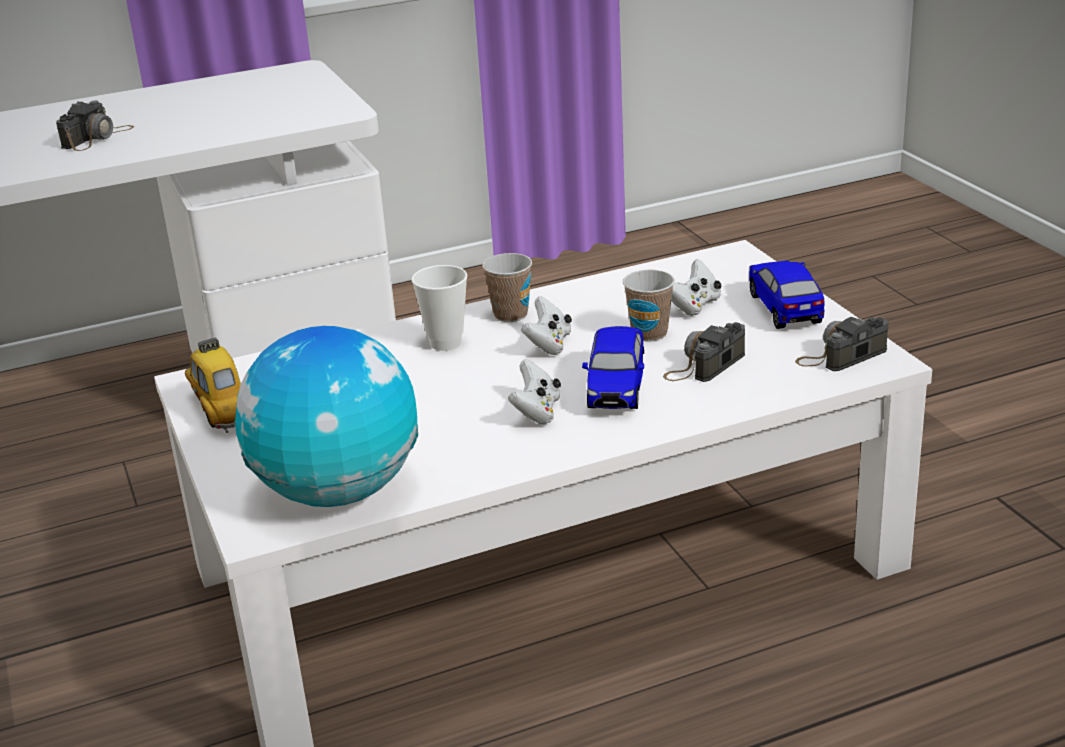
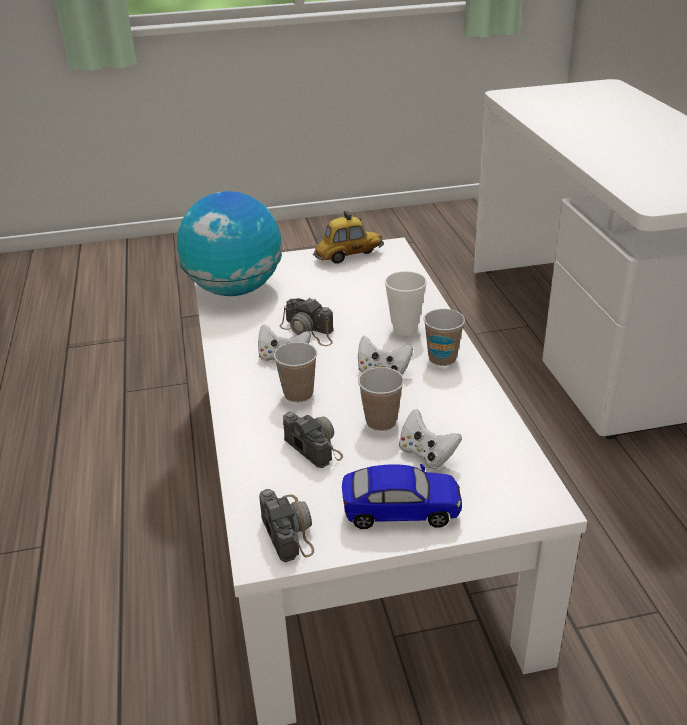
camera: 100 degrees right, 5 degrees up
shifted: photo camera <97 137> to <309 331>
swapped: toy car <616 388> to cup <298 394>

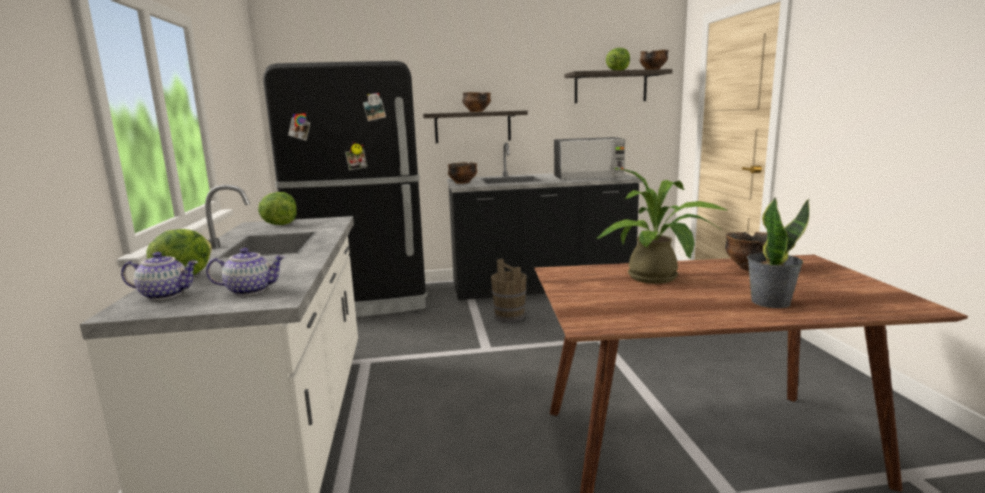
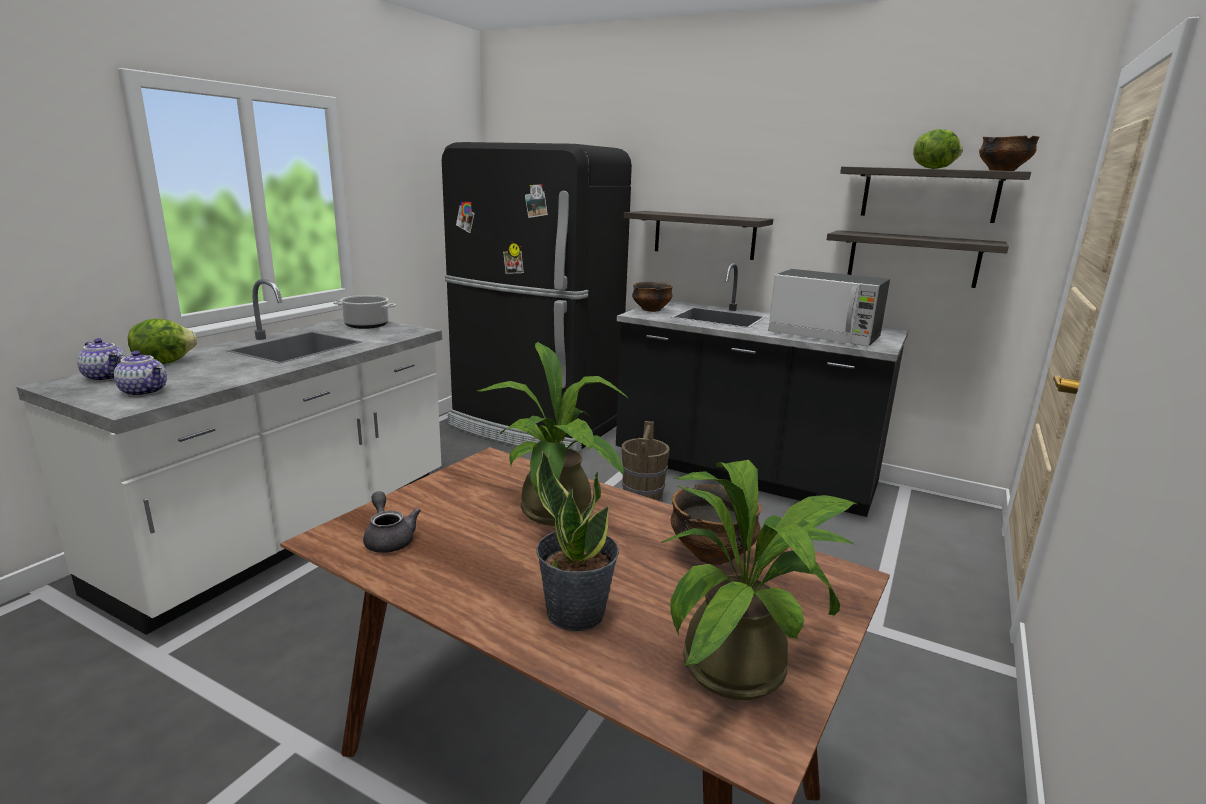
camera: 35 degrees right, 5 degrees up
gone: bowl <476 111>
new: grey teapot <389 539>; potted plant <746 666>; shelf <913 258>
swapped: lettuce <279 224> to cooking pot <366 325>

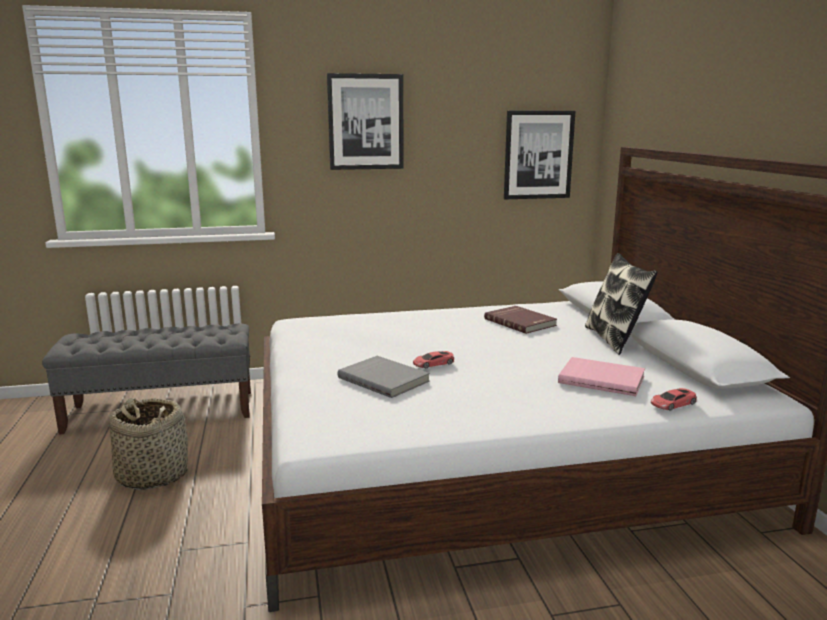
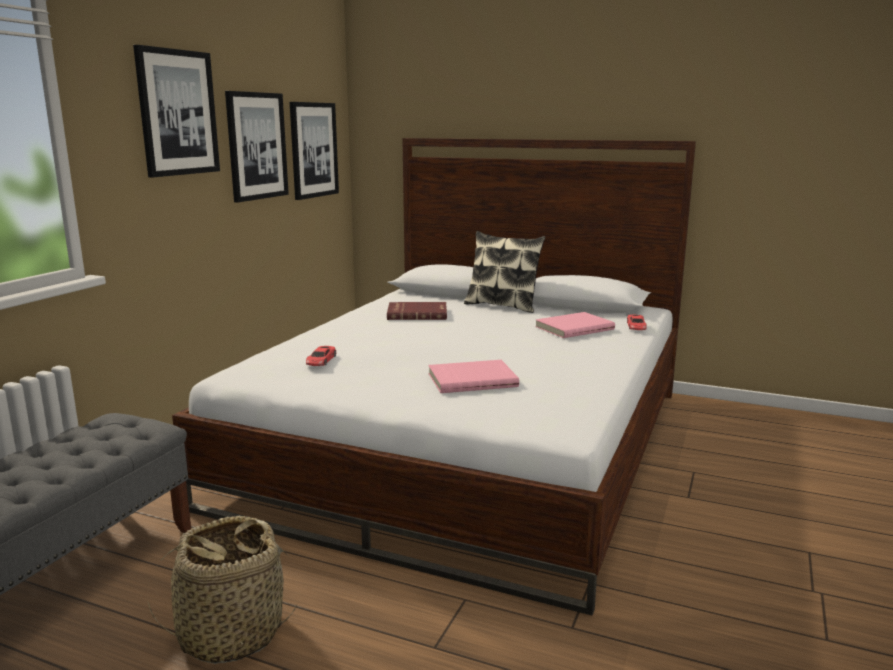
camera: 55 degrees left, 0 degrees up
new: picture <256 146>
shifted: red toy car <433 363> to <321 360>
repainted: grey book <384 379> to pink book <472 379>

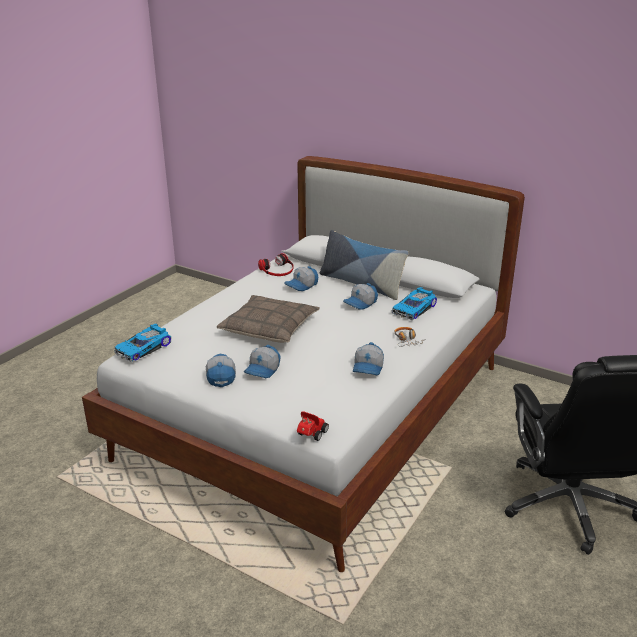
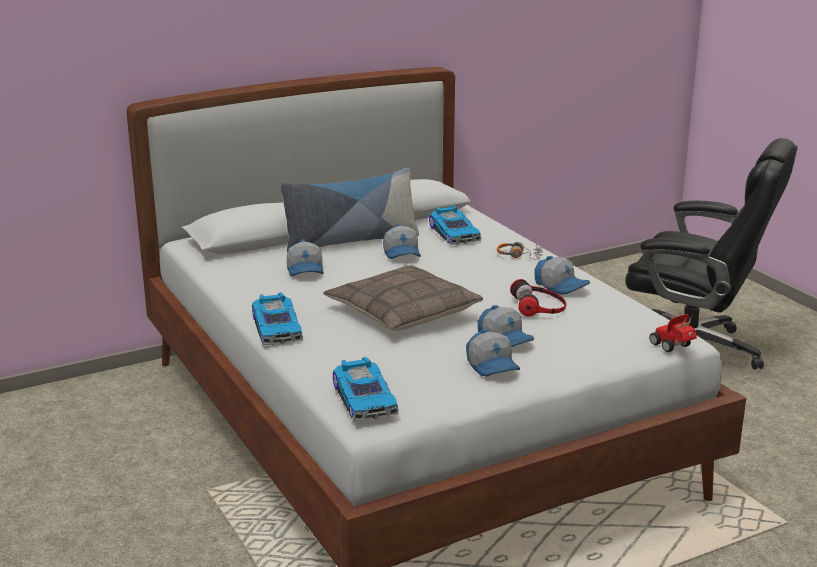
camera: 60 degrees left, 5 degrees down
new: toy car <278 328>
shifted: headphones <277 270> to <539 305>
rotated: cap <220 375> = <493 366> 135 degrees counterclockwise

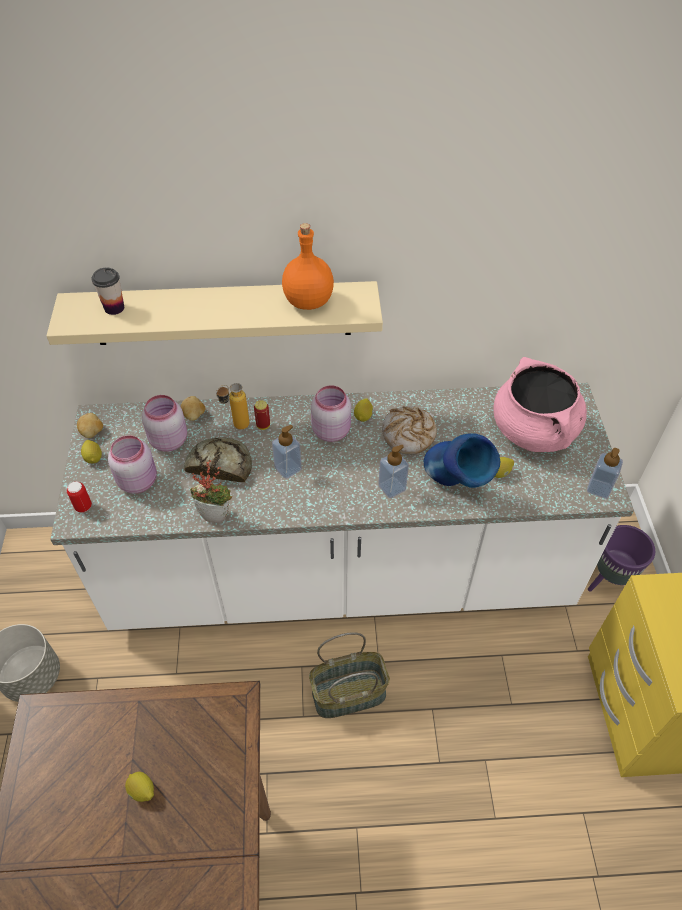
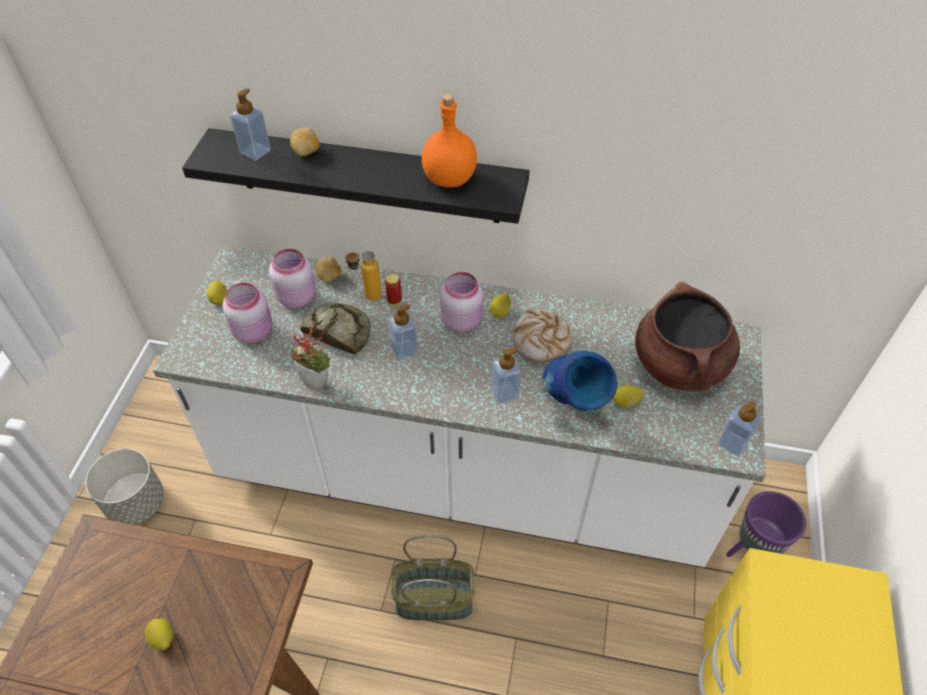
camera: 15 degrees right, 0 degrees up
gone: can <83 506>
shifted: potato <92 432> to <306 152>
swapped: cup <114 308> to soap dispenser <255 151>
repainted: beige shelf <222 313> to black shelf <368 176>; pink cooking pot <533 431> to brown cooking pot <679 365>

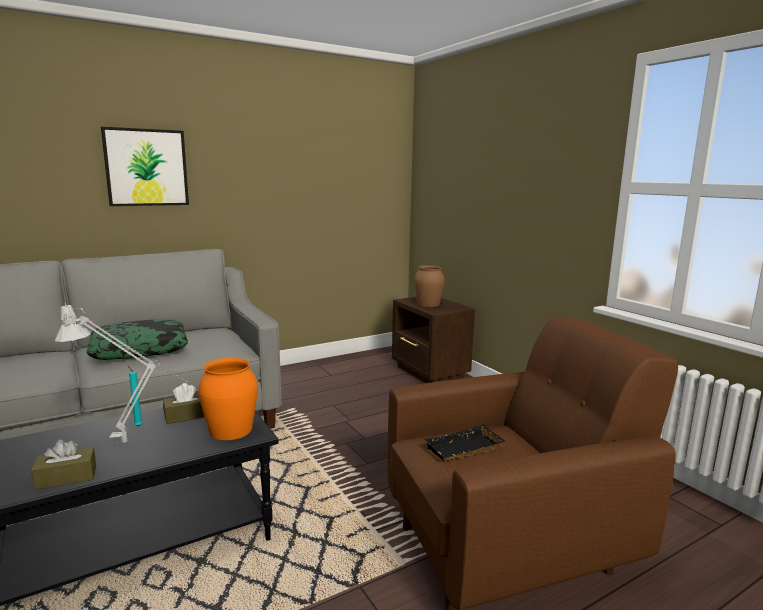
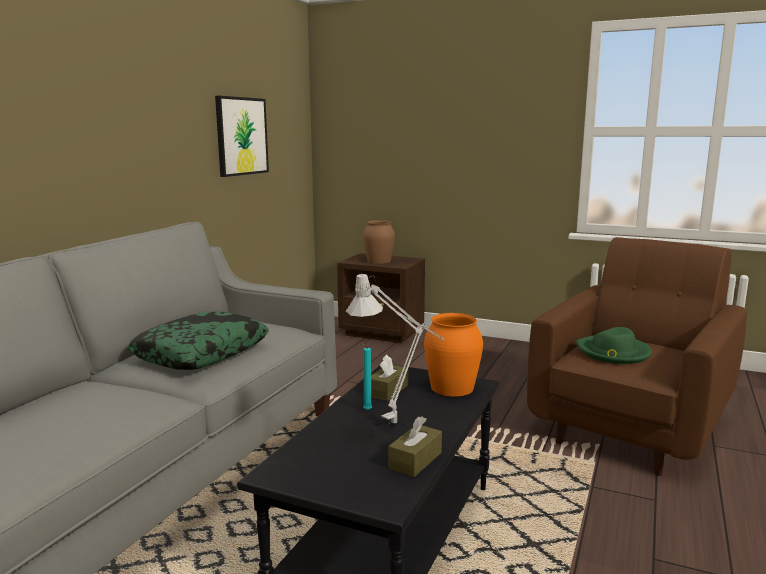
camera: 35 degrees left, 0 degrees up
shifted: picture <146 167> to <241 136>
swapped: black tray <464 450> to green hat <613 353>

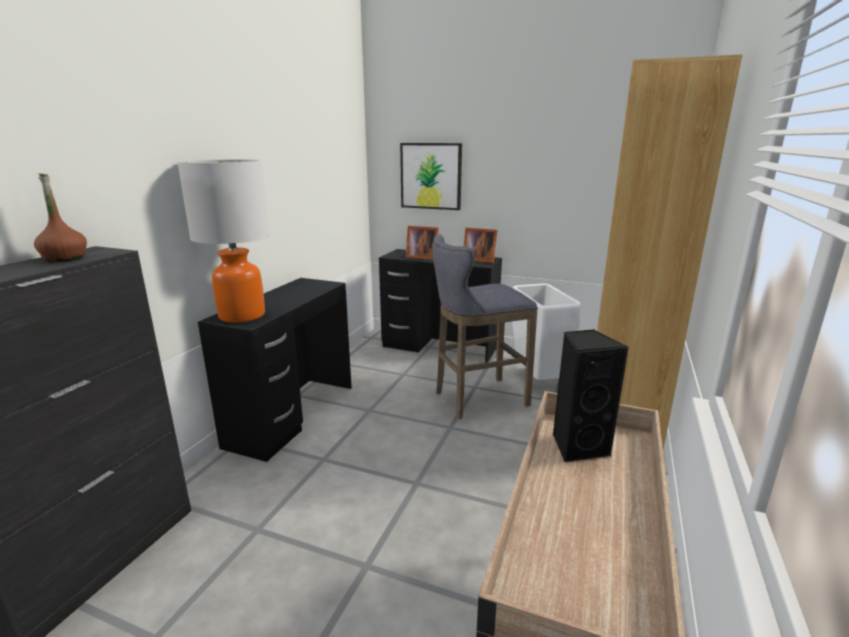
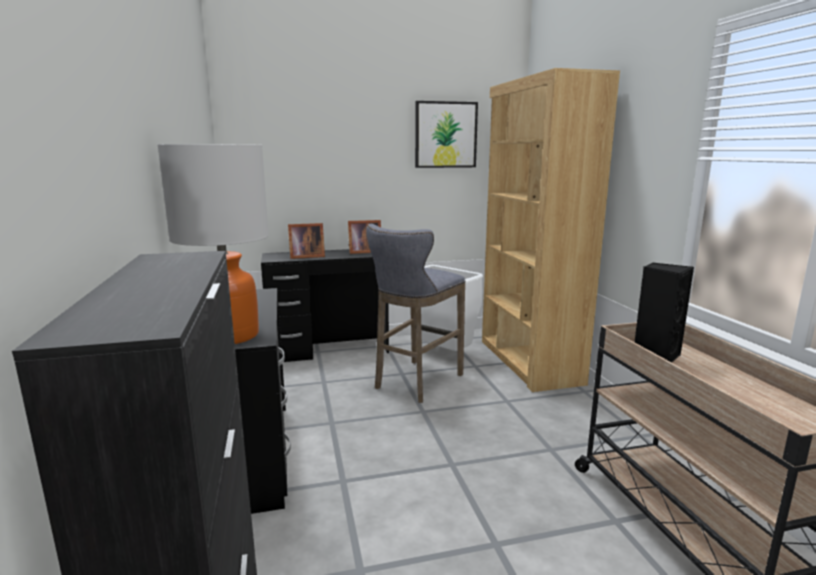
camera: 35 degrees left, 5 degrees down
gone: brown bottle <65 258>
shifted: picture <431 176> to <445 135>

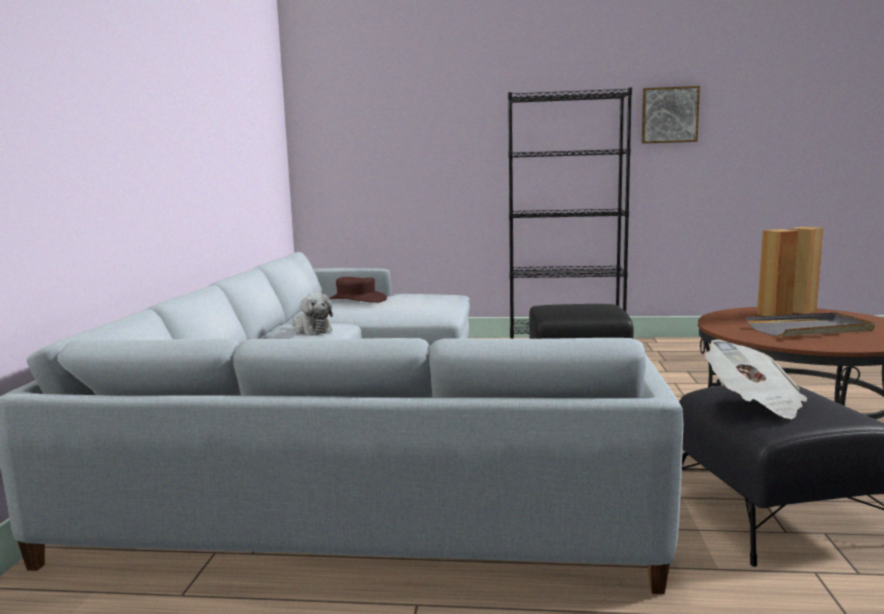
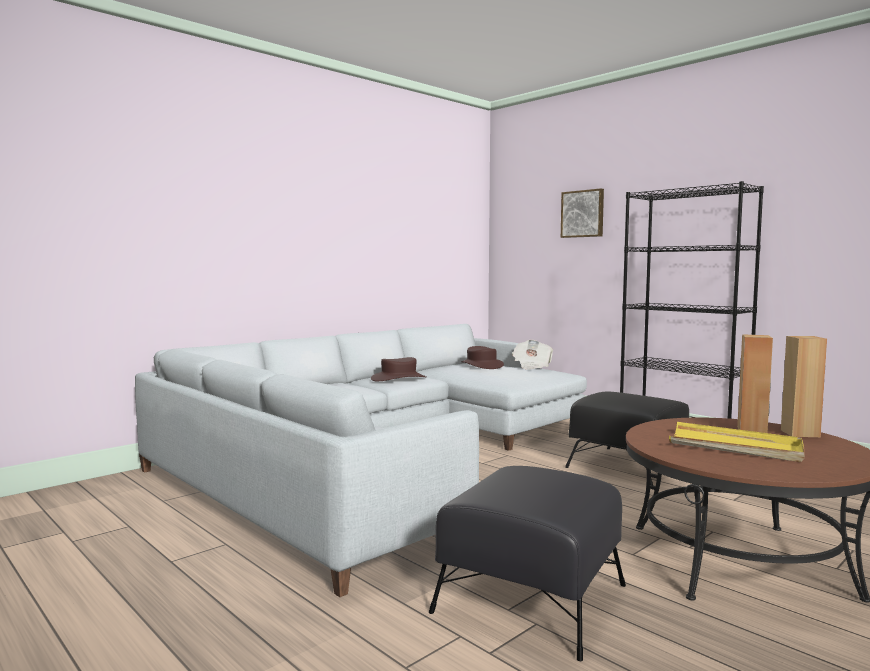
camera: 40 degrees right, 5 degrees down
shifted: newspaper <754 403> to <532 366>; picture <669 115> to <583 214>
swapped: plush toy <311 330> to brown hat <398 378>
repainted: grey tray <810 329> to yellow tray <735 446>

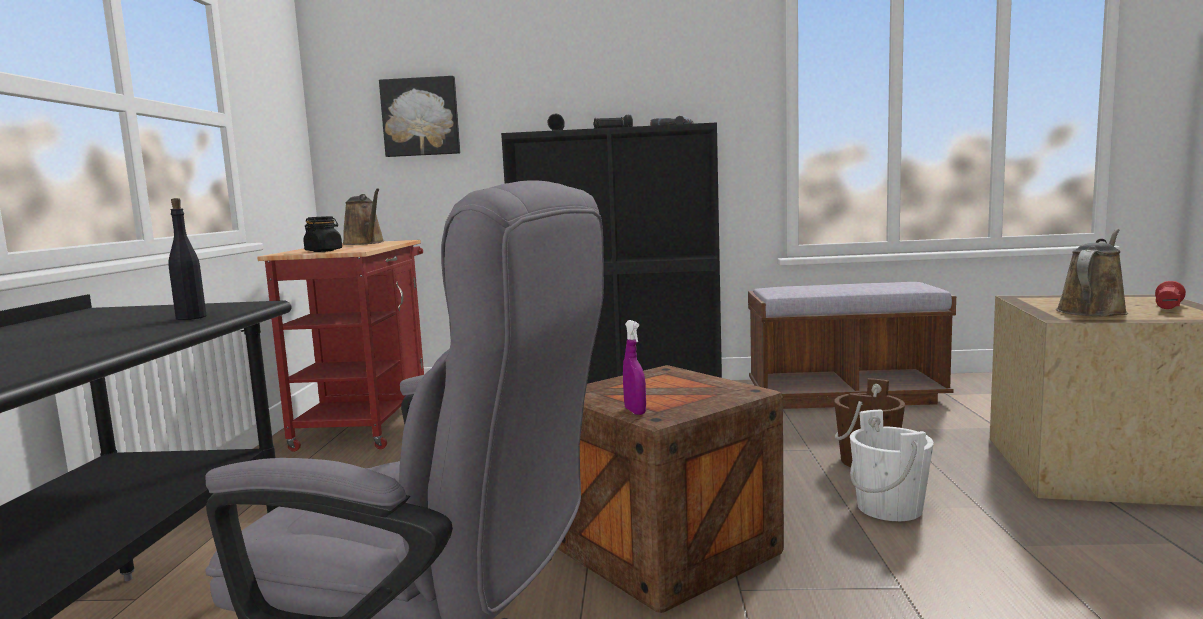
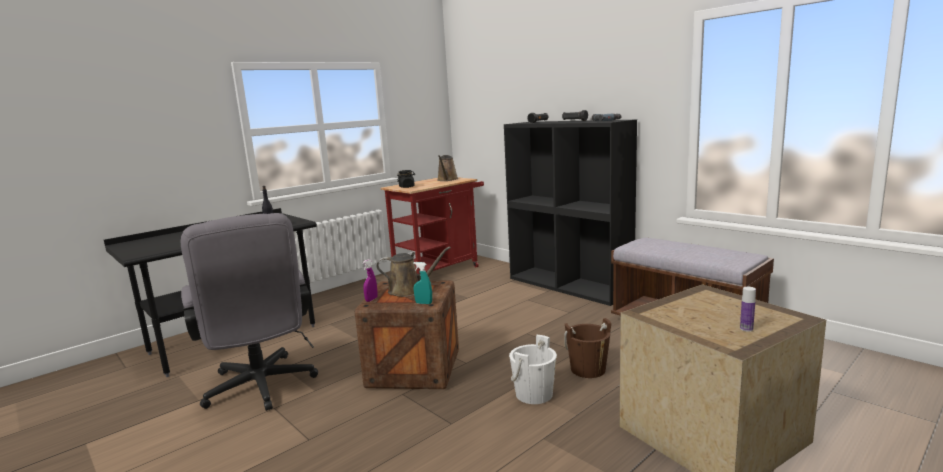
camera: 45 degrees right, 5 degrees up
gone: picture <421 117>
new: turquoise spray bottle <423 303>
shifted: brown watering can <1092 311> to <409 290>
swapped: red flashlight <1167 308> to bottle <746 329>

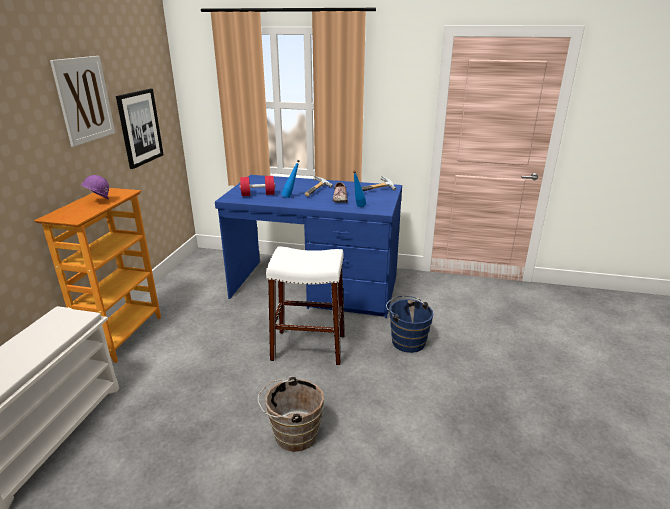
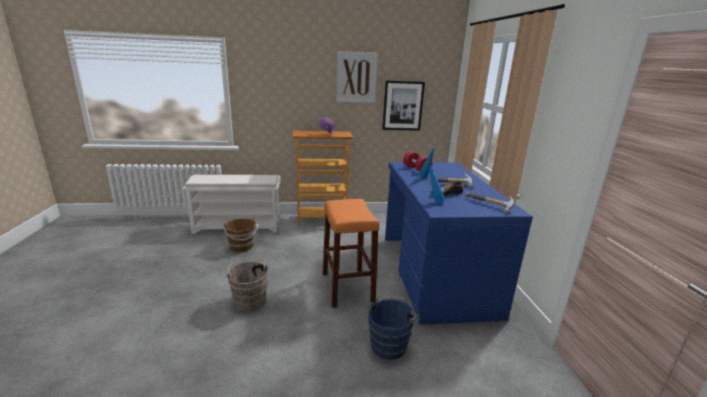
camera: 70 degrees right, 5 degrees down
new: brown bucket <242 247>
repainted: white stool <308 347> to orange stool <347 287>

